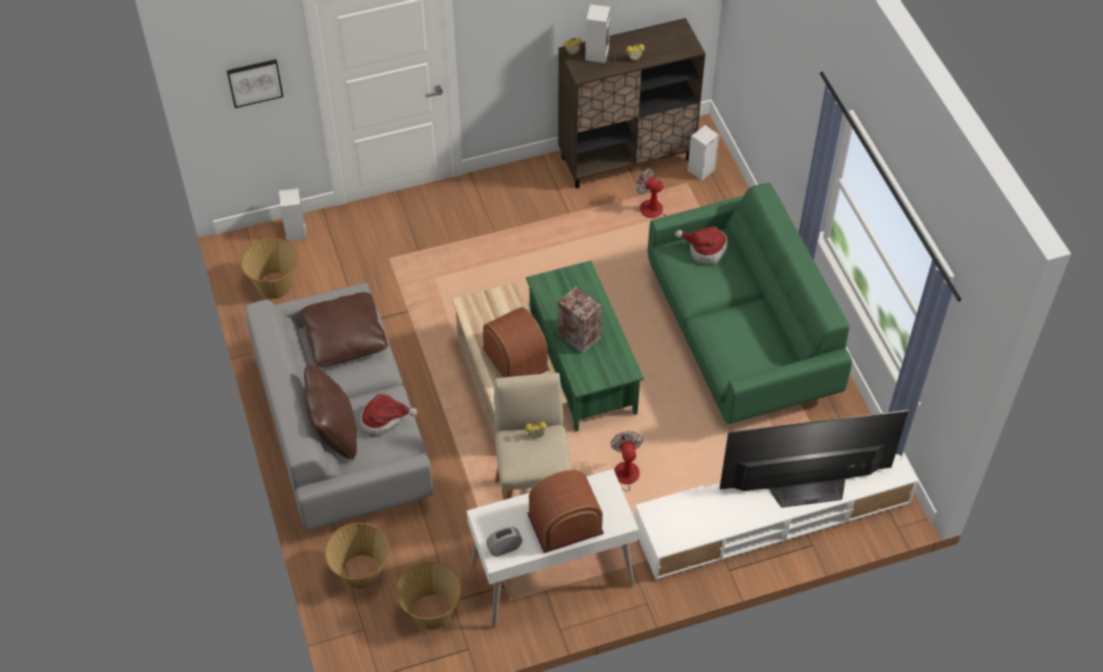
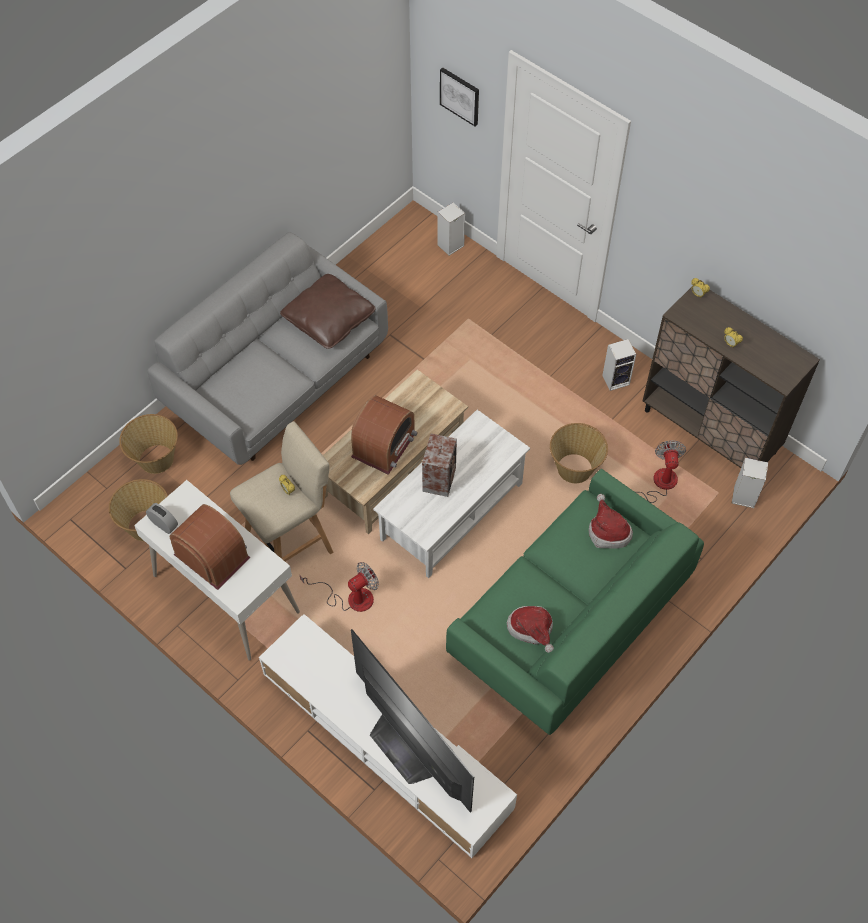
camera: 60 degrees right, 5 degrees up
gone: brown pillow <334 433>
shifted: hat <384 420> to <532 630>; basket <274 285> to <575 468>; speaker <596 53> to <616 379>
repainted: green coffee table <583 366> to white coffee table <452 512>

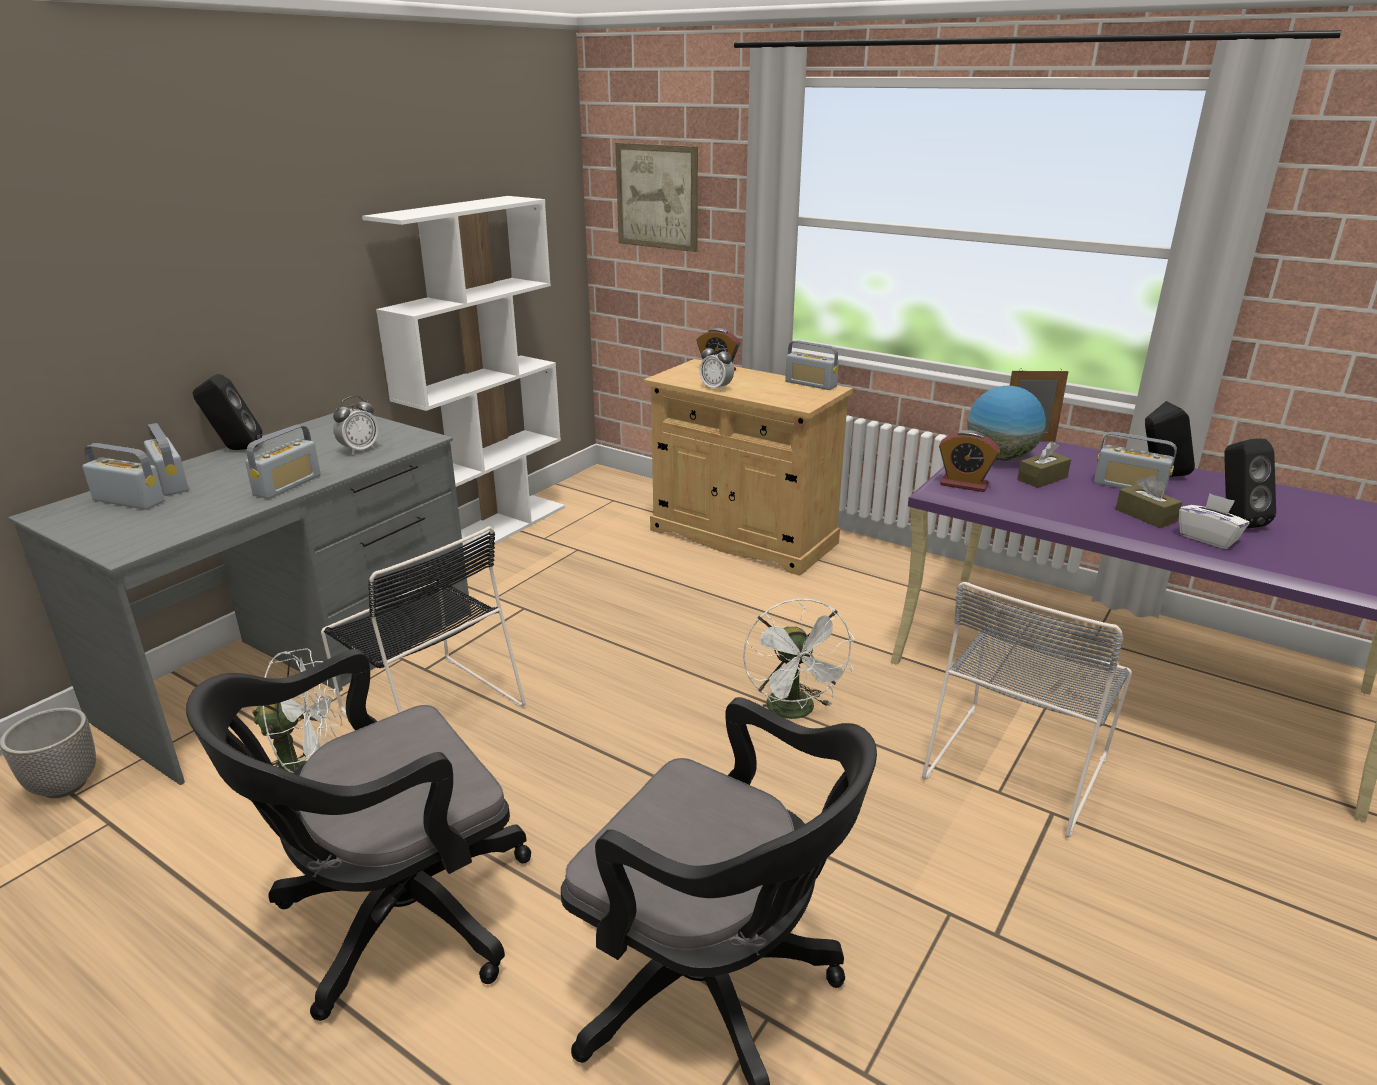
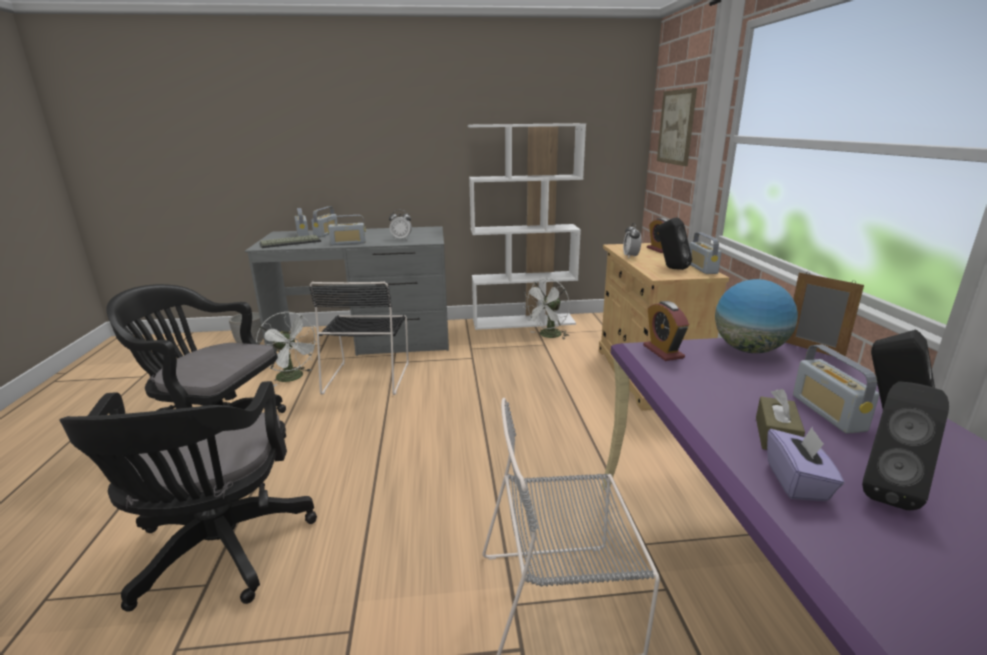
camera: 50 degrees right, 5 degrees down
gone: brown tissue box <1042 478>
new: keyboard <291 242>
shifted: white fan <795 712> to <548 336>; black speaker <235 449> to <671 268>
repainted: white tissue box <1208 538> to purple tissue box <797 482>

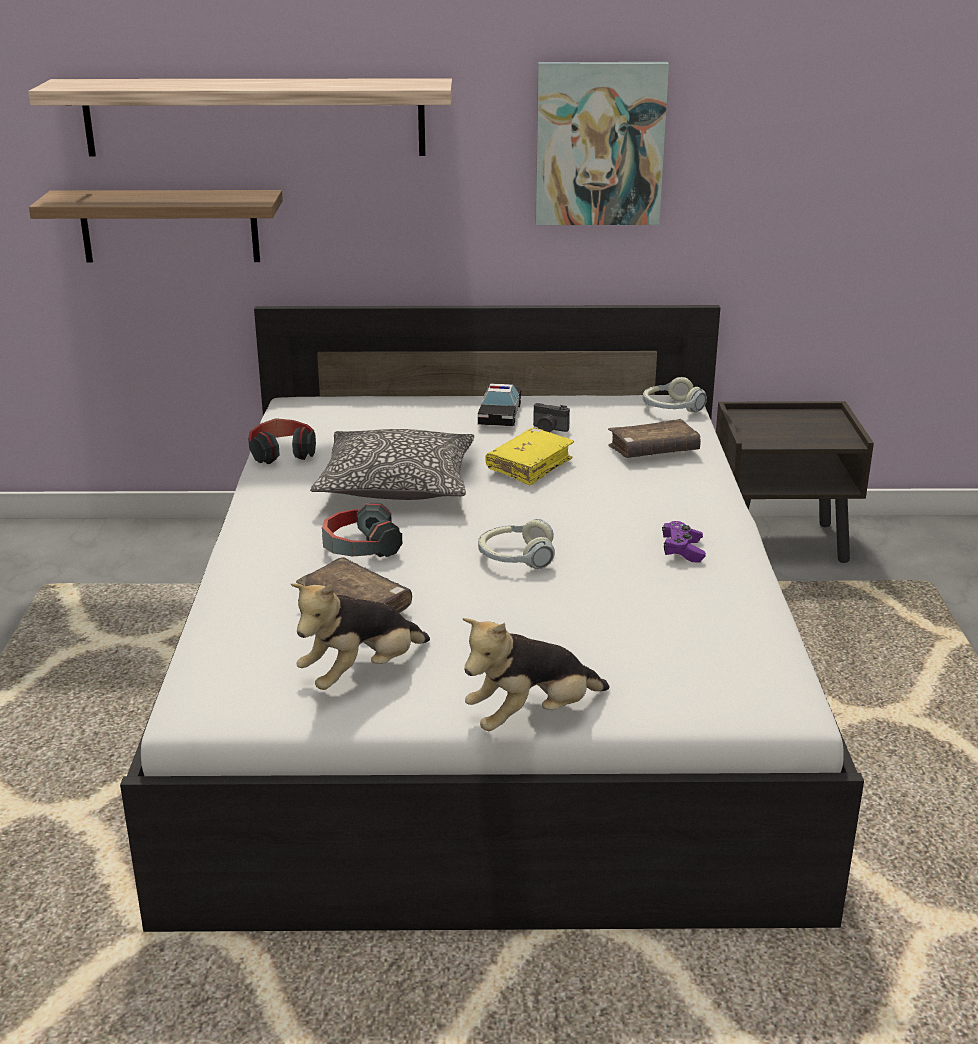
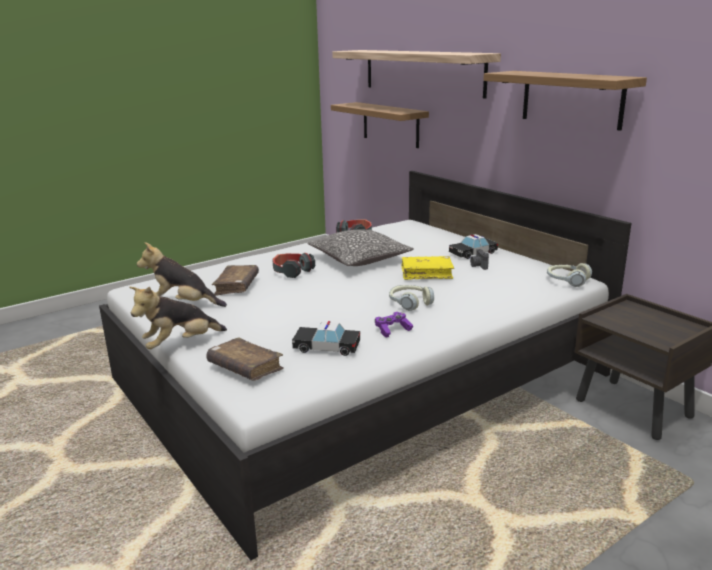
camera: 55 degrees right, 5 degrees down
new: toy car <326 347>
shifted: brown book <653 451> to <245 368>; headphones <516 558> to <410 303>
swapped: picture <599 144> to shelf <571 99>
rotated: plush toy <531 717> = <180 344> 60 degrees counterclockwise

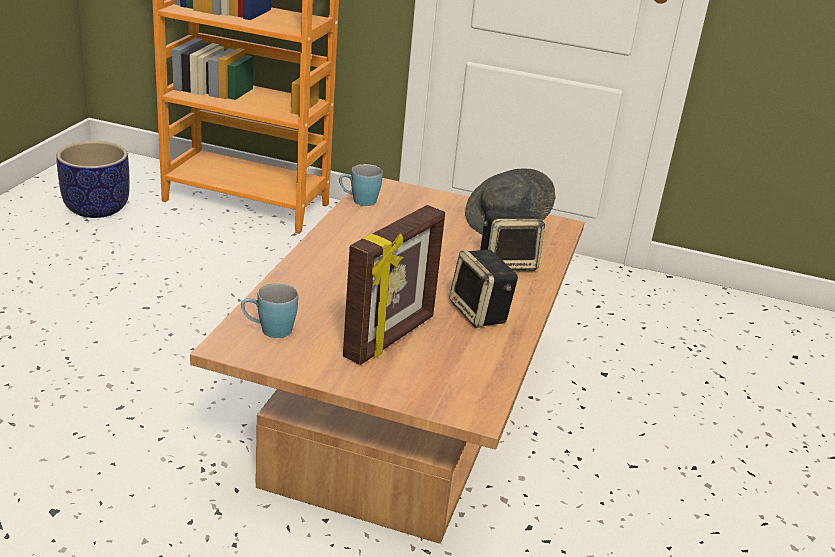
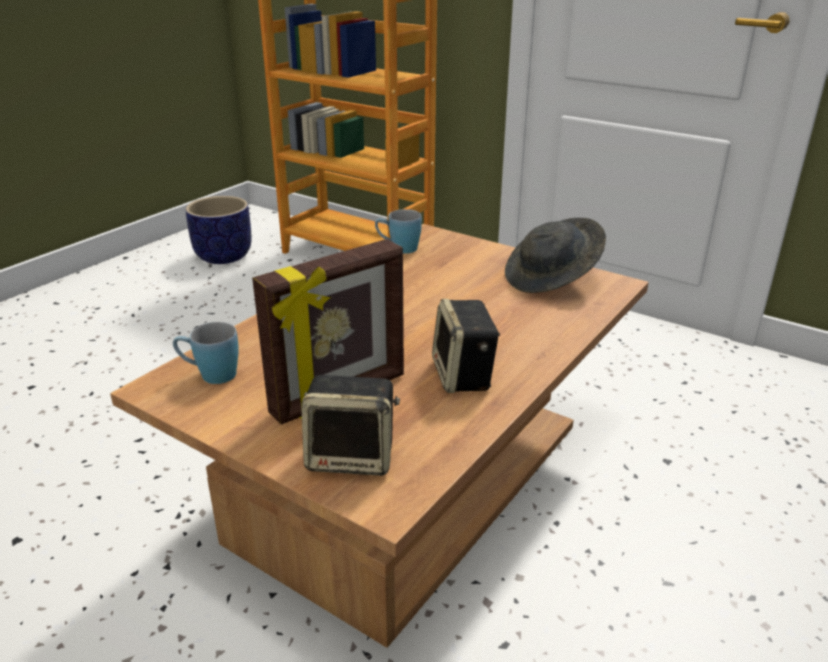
camera: 20 degrees right, 0 degrees up
shifted: speaker <508 263> to <353 457>

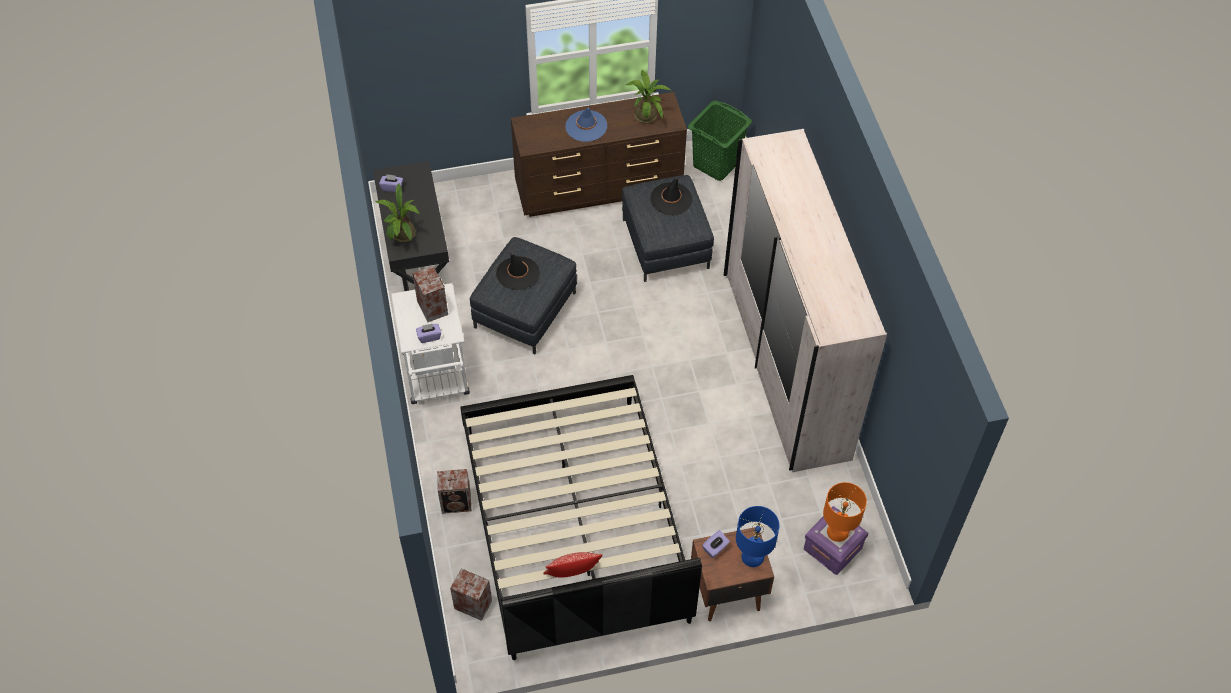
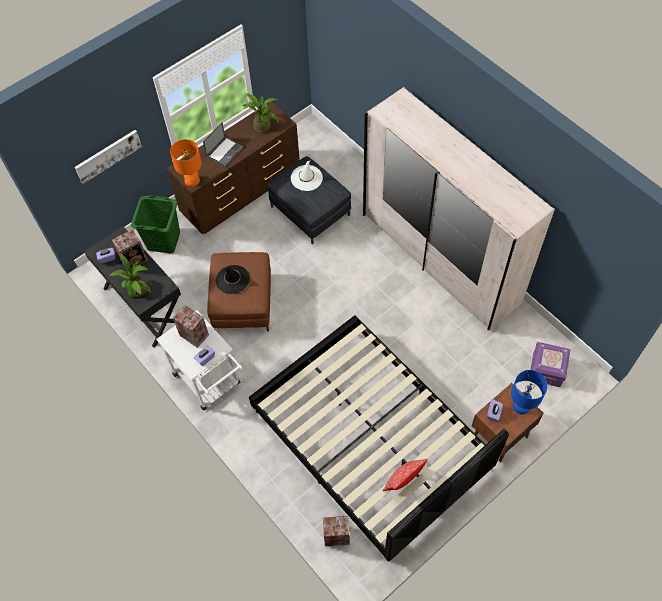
camera: 25 degrees left, 5 degrees up
new: picture <108 155>
shifted: speaker <457 503> to <135 259>; green laundry basket <716 164> to <164 240>; orange table lamp <837 532> to <192 181>
swapped: blue hat <586 126> to laptop <225 151>
repainted: grey ottoman <525 309> to brown ottoman <242 302>; black hat <671 199> to white hat <306 178>

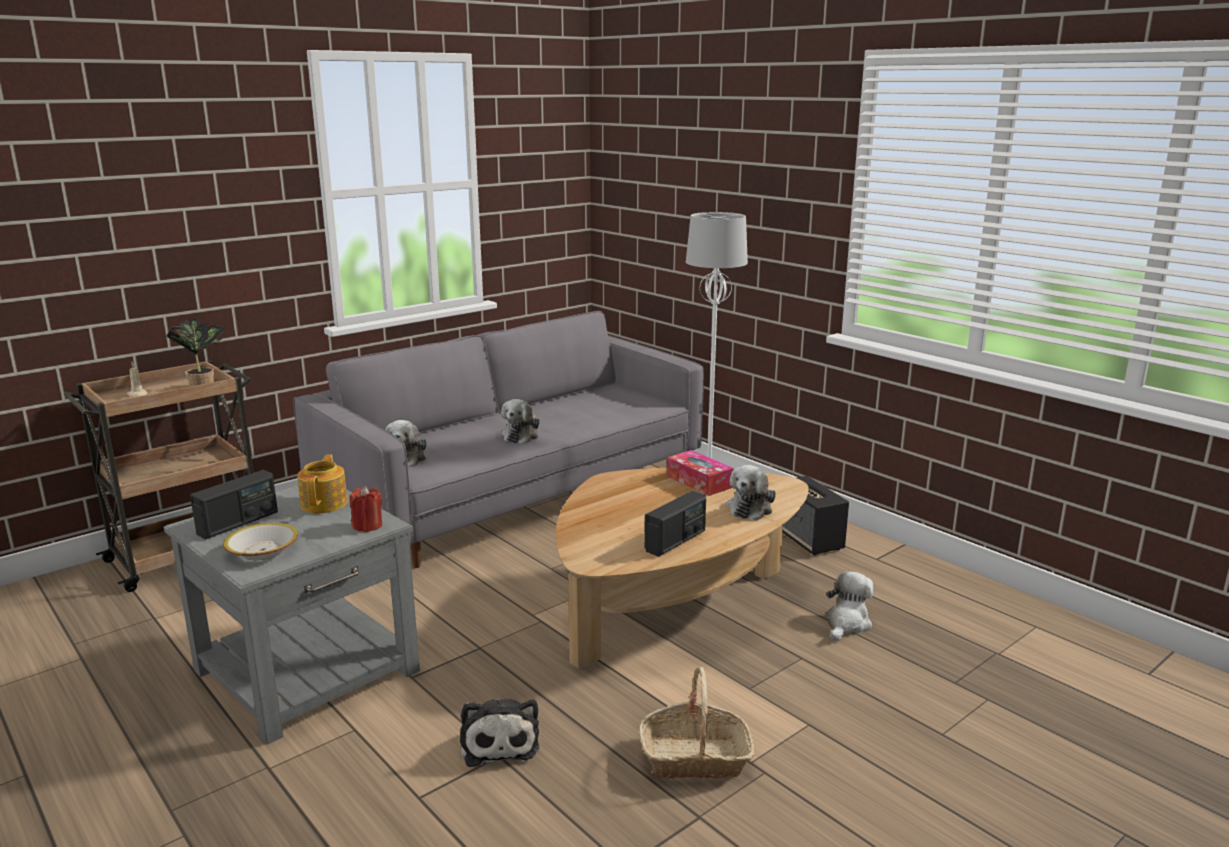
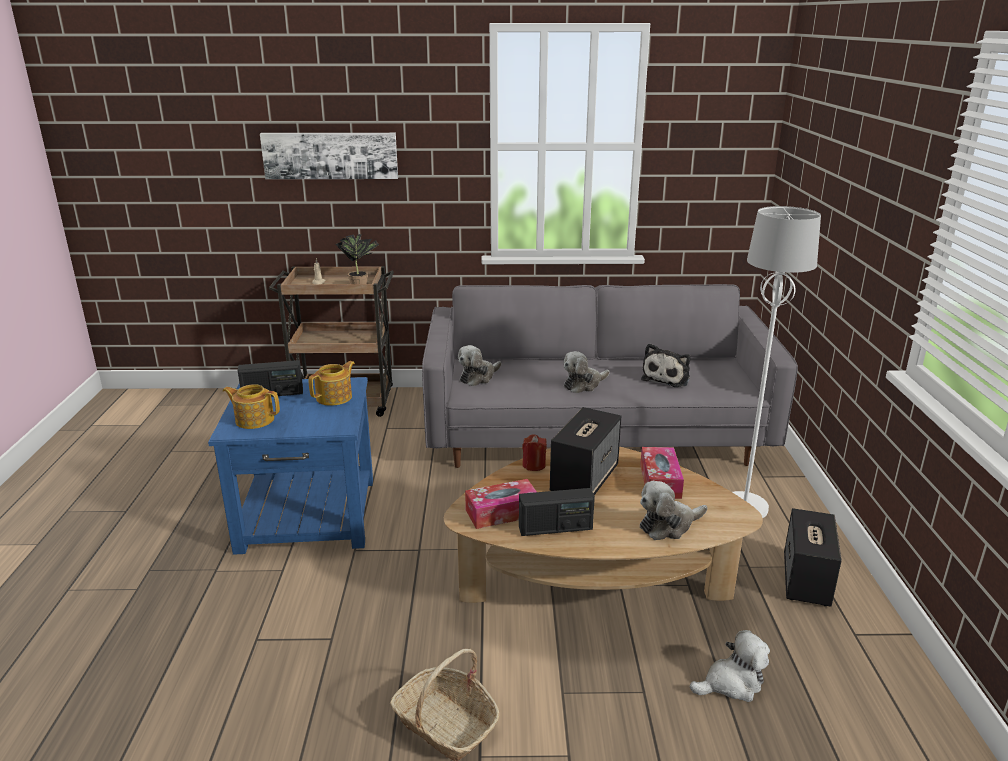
camera: 40 degrees right, 5 degrees up
new: picture <330 155>; tissue box <502 512>; speaker <584 479>
shifted: red candle <367 526> to <534 465>; plush toy <499 742> to <667 378>
swapped: bowl <263 551> to teapot <254 420>
repainted: grey side table <307 671> to blue side table <308 515>

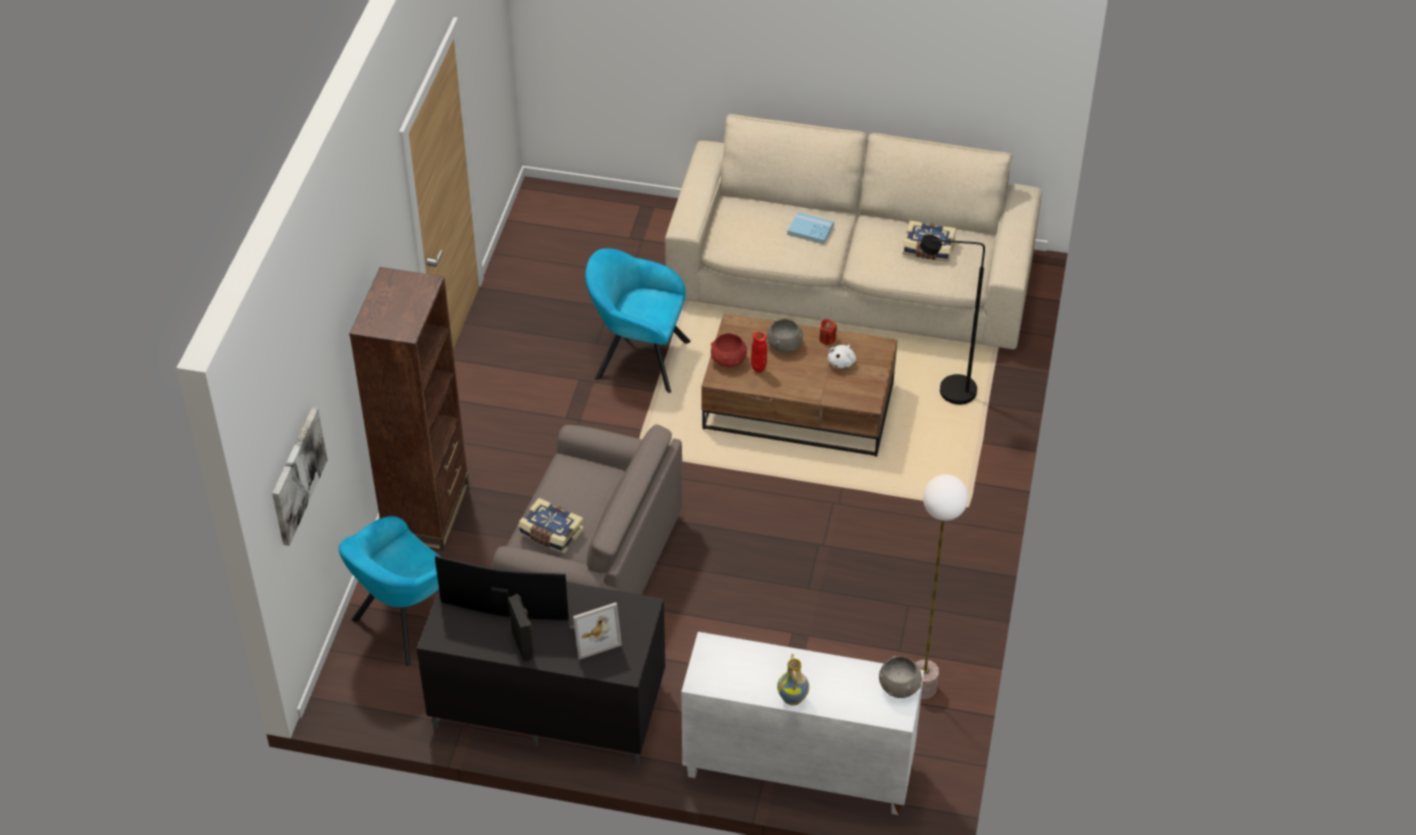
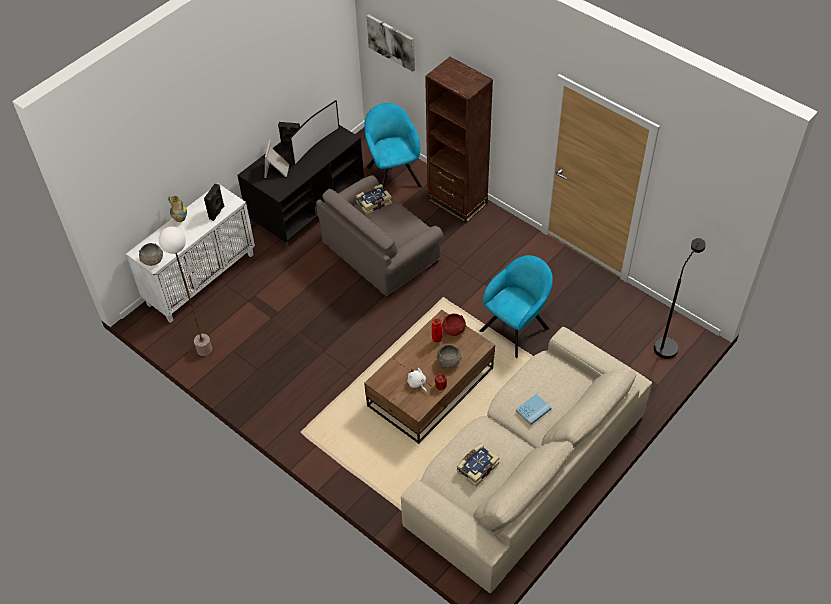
camera: 120 degrees right, 5 degrees up
new: black speaker <217 212>
shifted: black floor lamp <947 392> to <668 343>

